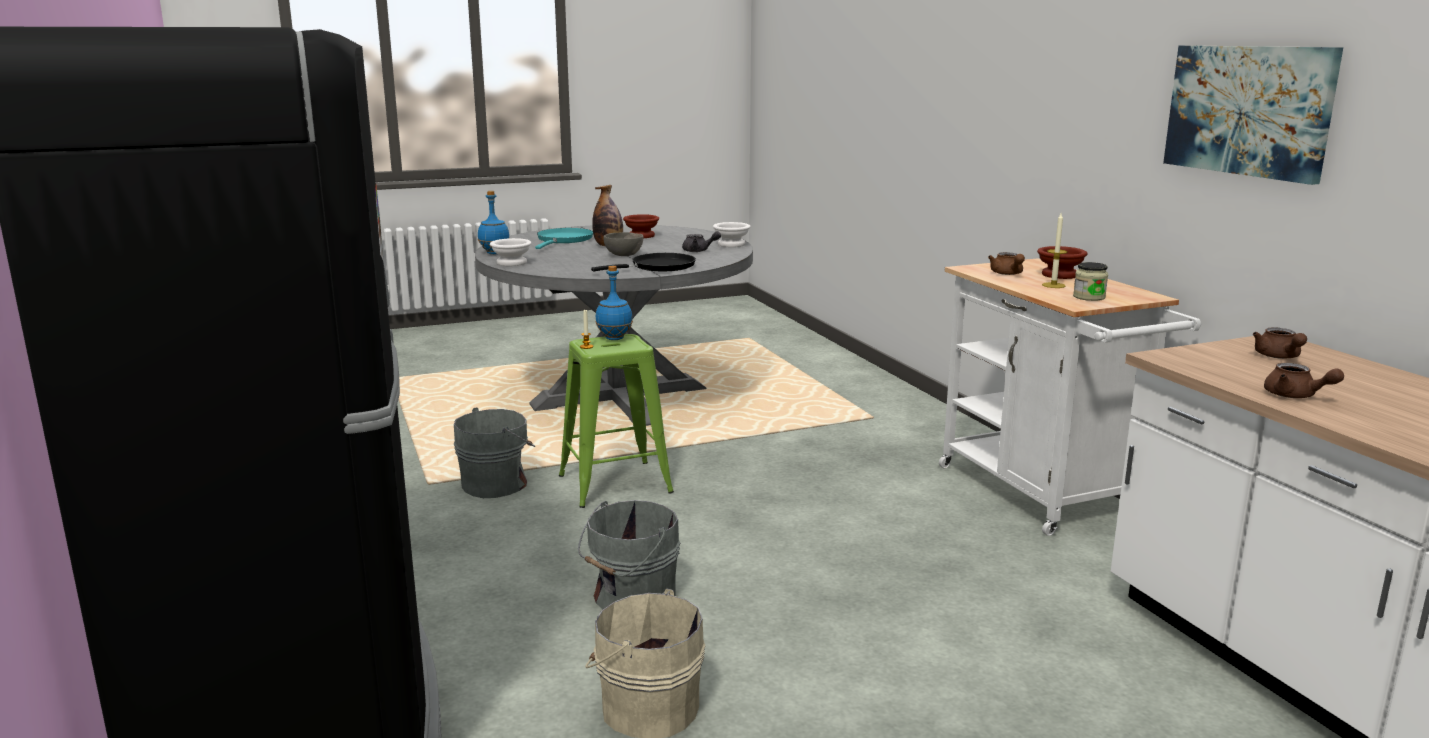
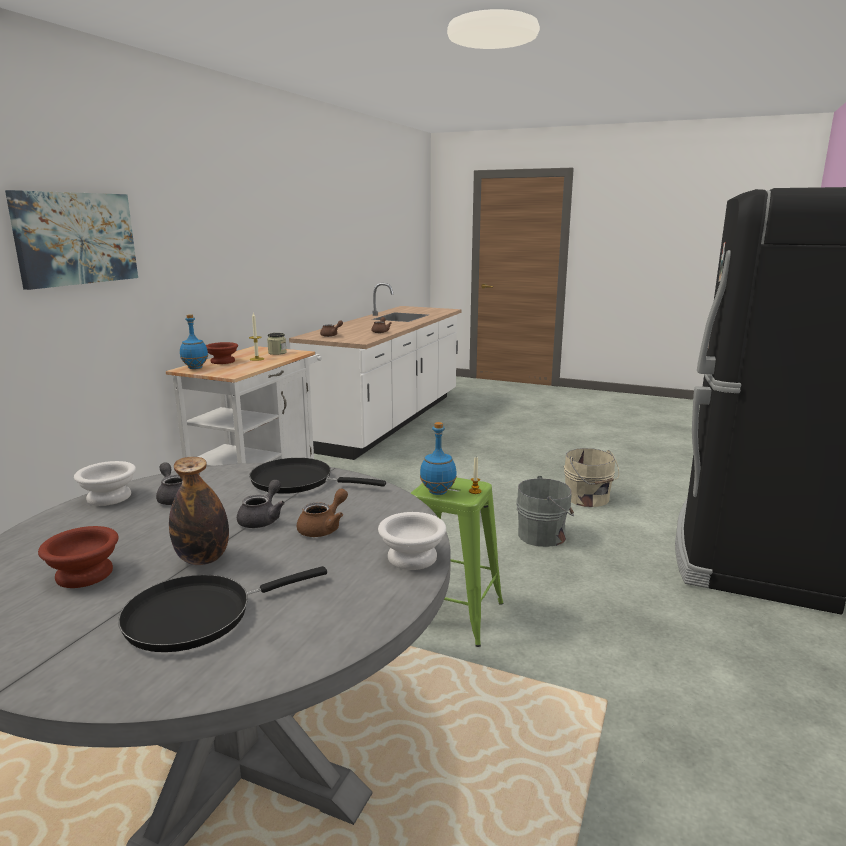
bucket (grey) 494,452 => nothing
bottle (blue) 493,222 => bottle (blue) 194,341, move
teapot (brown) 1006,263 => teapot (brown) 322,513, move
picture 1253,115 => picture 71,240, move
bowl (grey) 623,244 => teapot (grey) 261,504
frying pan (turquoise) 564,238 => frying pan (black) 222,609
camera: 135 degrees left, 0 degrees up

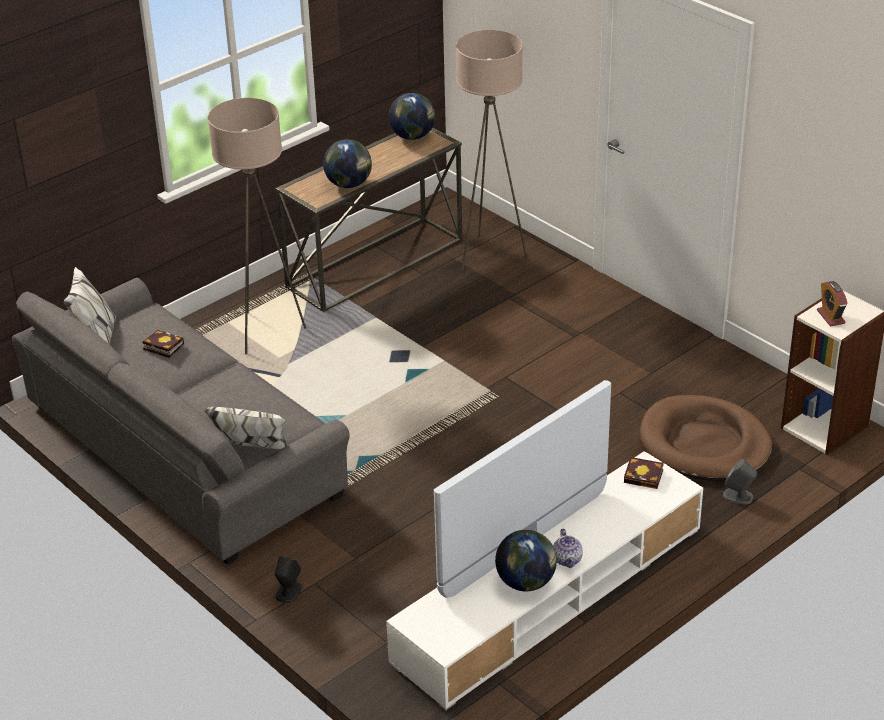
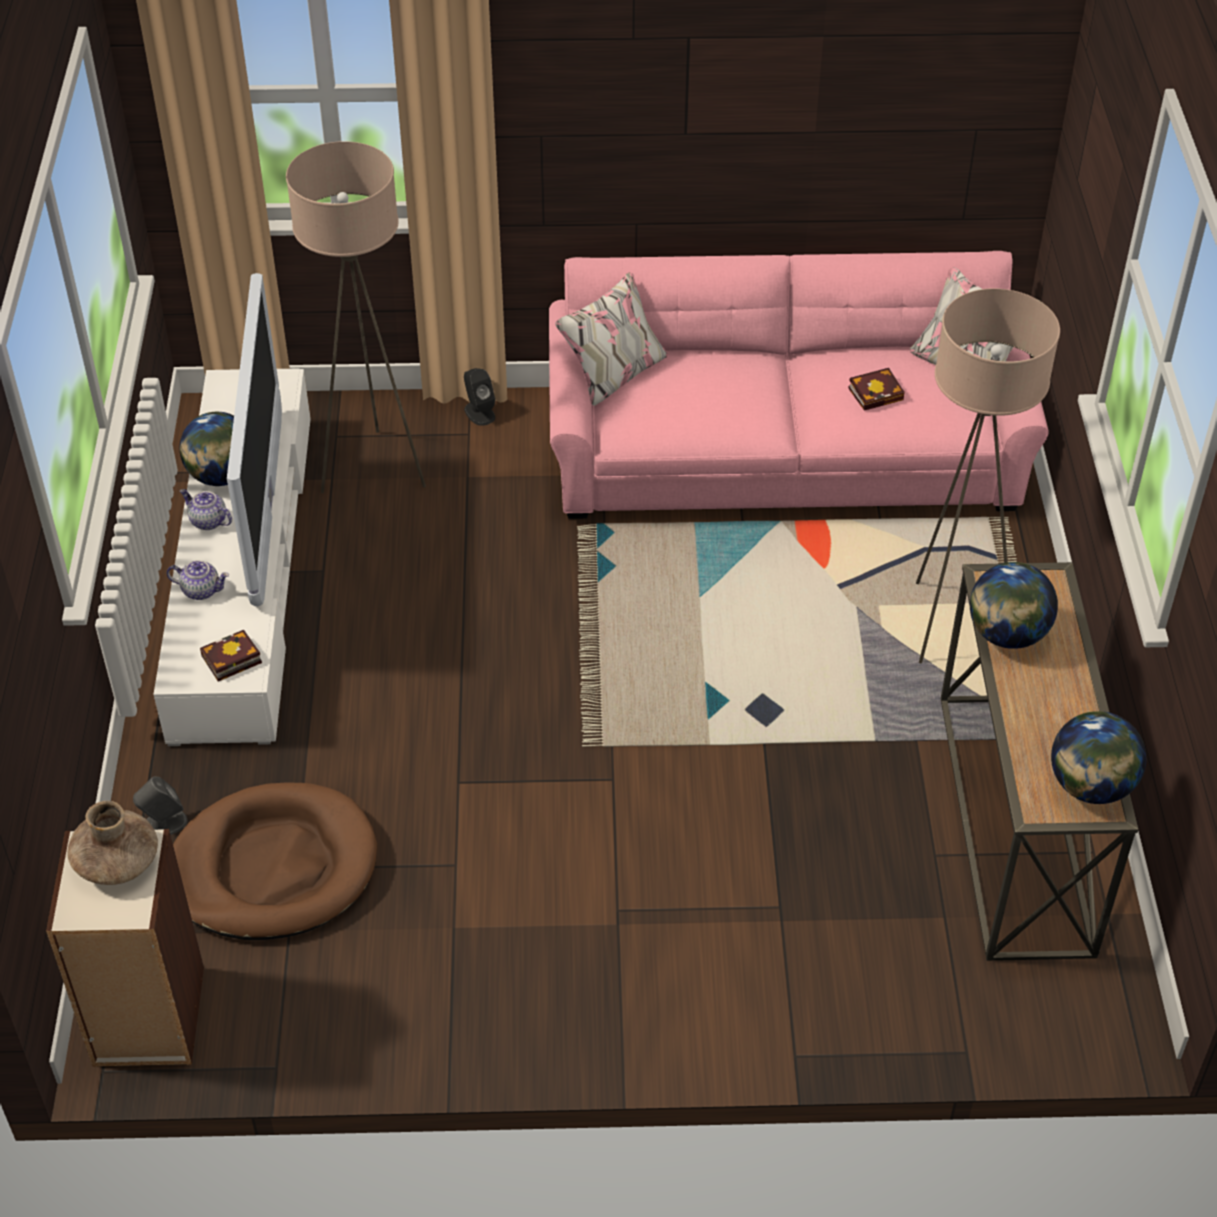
nothing => teapot 198,580
floor lamp (beige) 492,150 => floor lamp (beige) 356,317, move
alarm clock 832,304 => vase (brown) 112,843
sofa (grey) 181,416 => sofa (pink) 799,385
camera: 130 degrees right, 10 degrees up

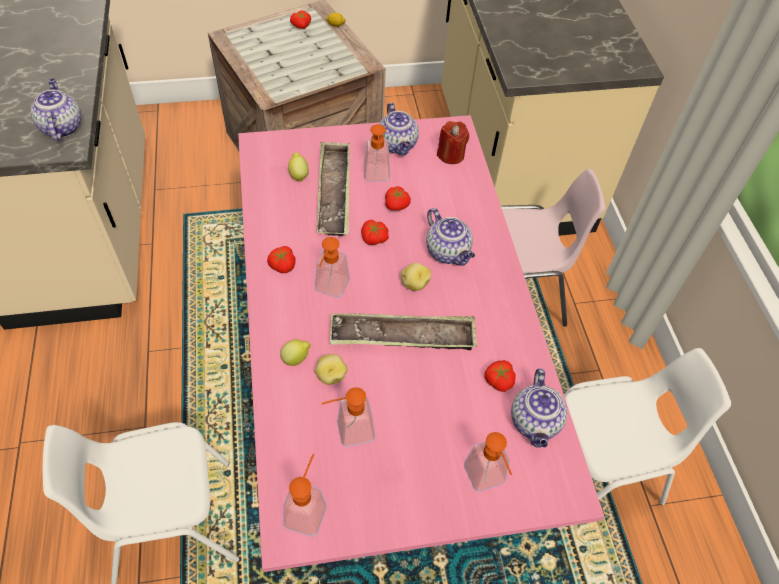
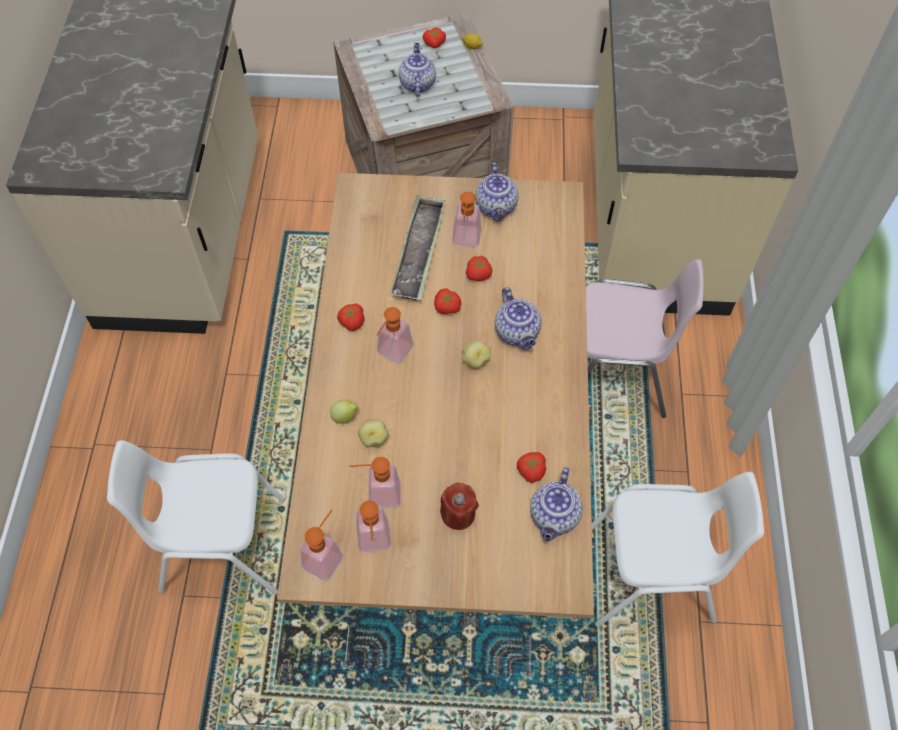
lemon 298,167 => nothing
tray 403,331 => nothing
teapot 56,109 => teapot 417,70, move
candle (red) 453,142 => candle (red) 459,506, move
soap dispenser 488,462 => soap dispenser 373,526, move
dining table (pink) 421,343 => dining table (brown) 435,395
camera: 15 degrees right, 5 degrees up

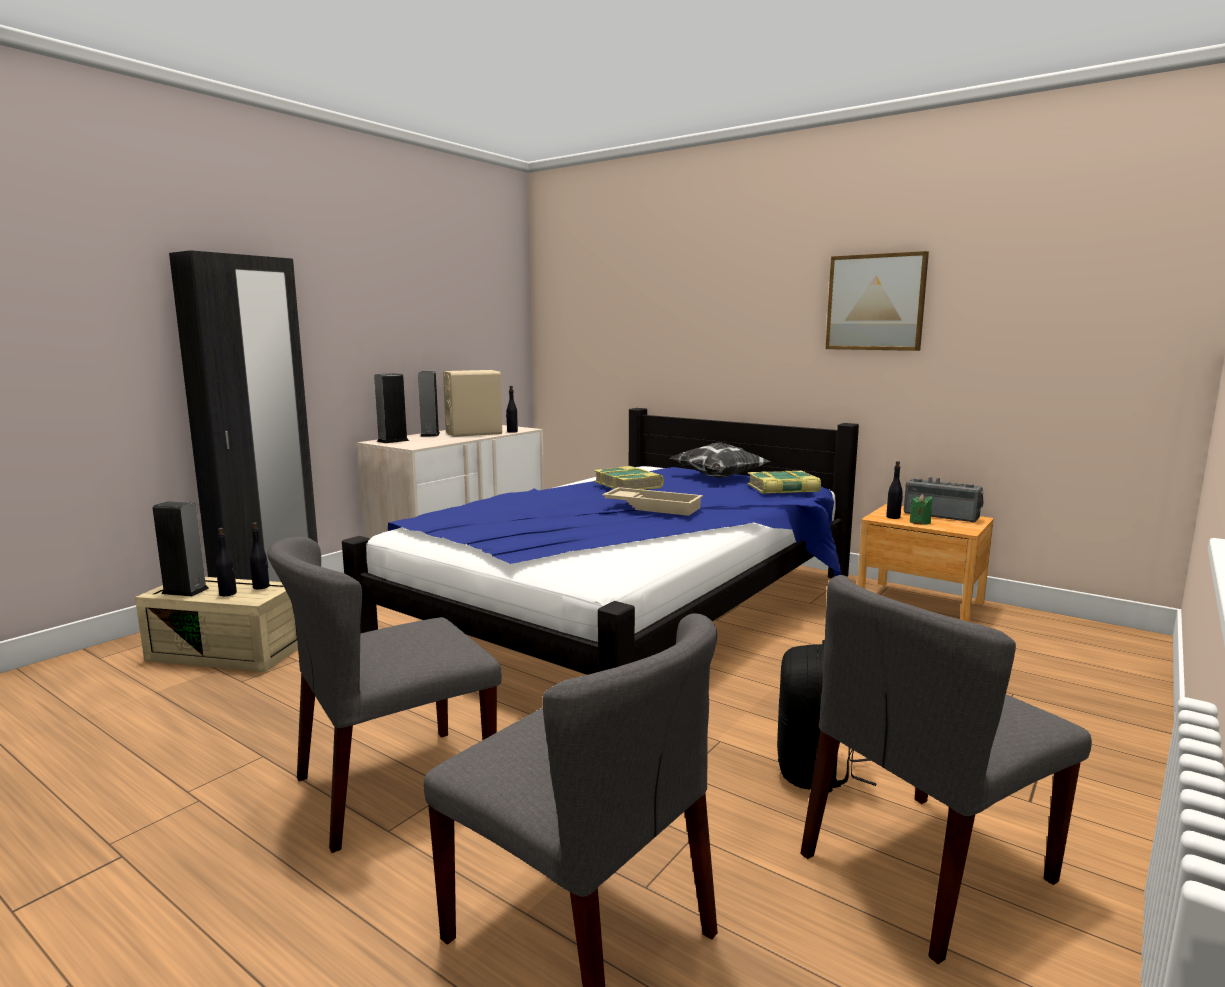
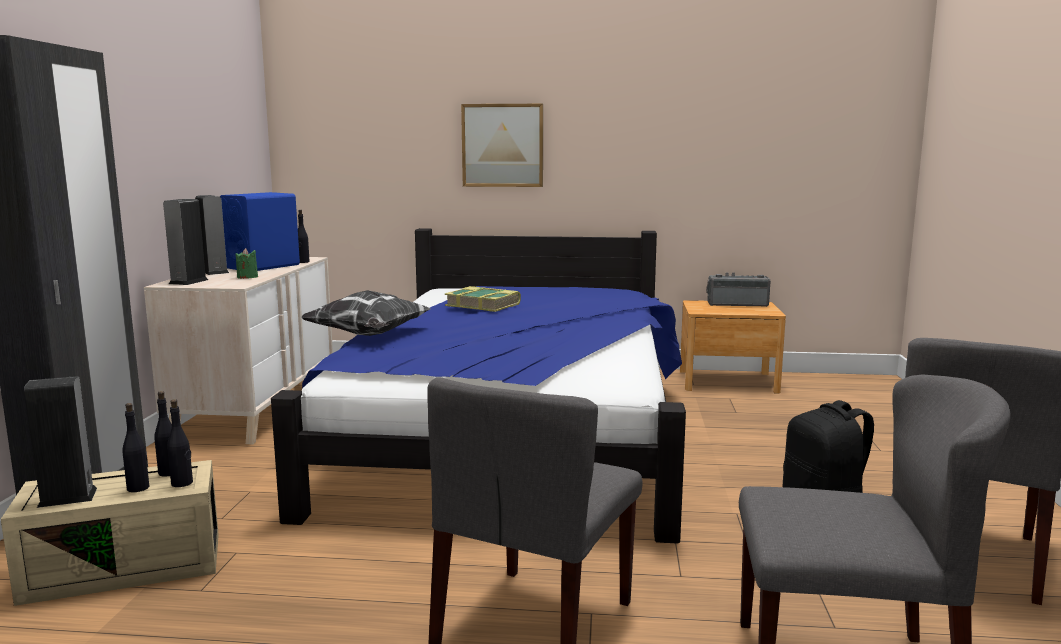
tray (beige) 652,501 => nothing
book 784,482 => nothing
pillow 719,460 => pillow 366,313, move
picture 877,301 => picture 502,145, move
bottle (black) 894,490 => bottle (black) 180,443, move
candle (green) 921,509 => candle (green) 247,263, move
speaker (beige) 472,403 => speaker (blue) 260,231
camera: 30 degrees left, 0 degrees up

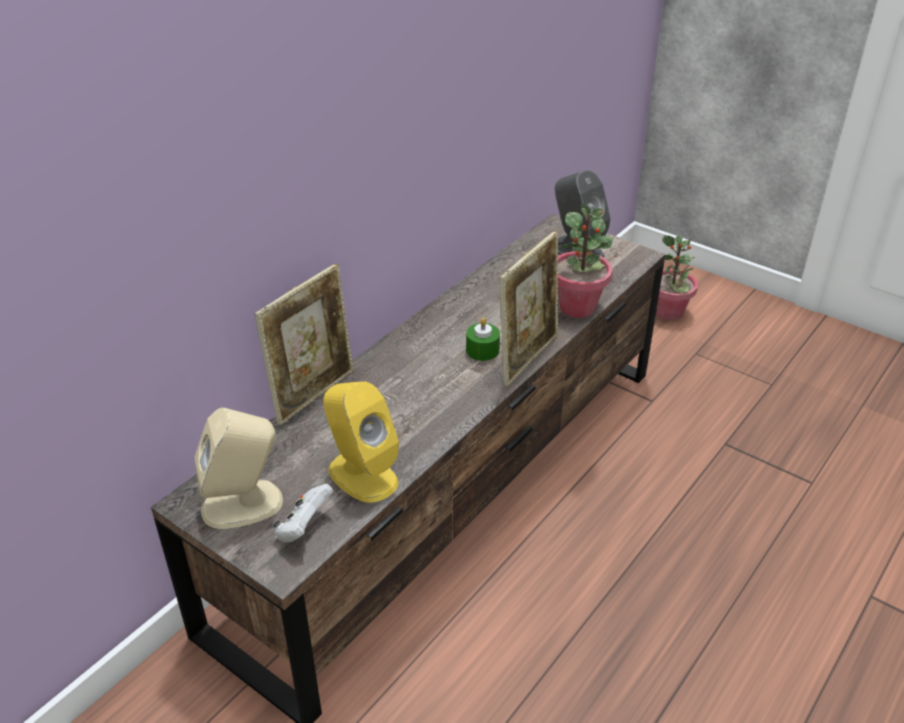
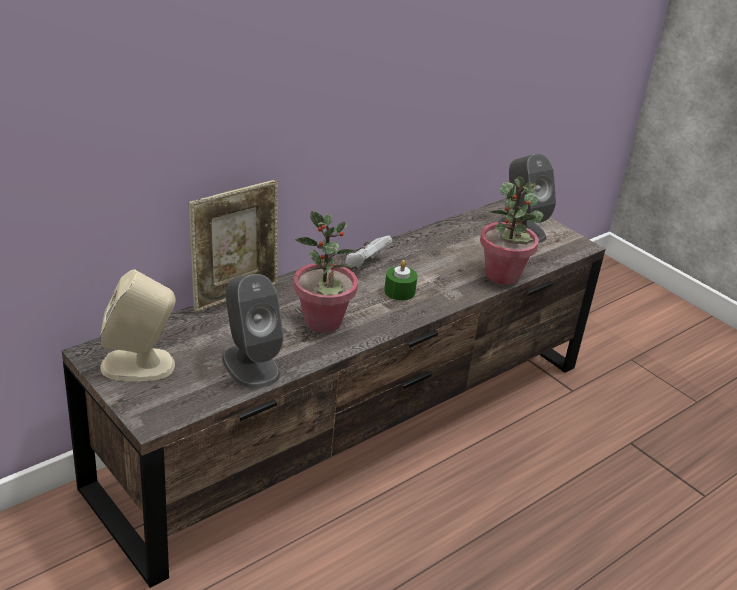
picture frame 529,308 => nothing
game controller (white) 303,512 => game controller (white) 368,252, move
potted plant 677,278 => potted plant 326,272, move
speaker (yellow) 361,442 => speaker (grey) 253,331
camera: 10 degrees right, 5 degrees down

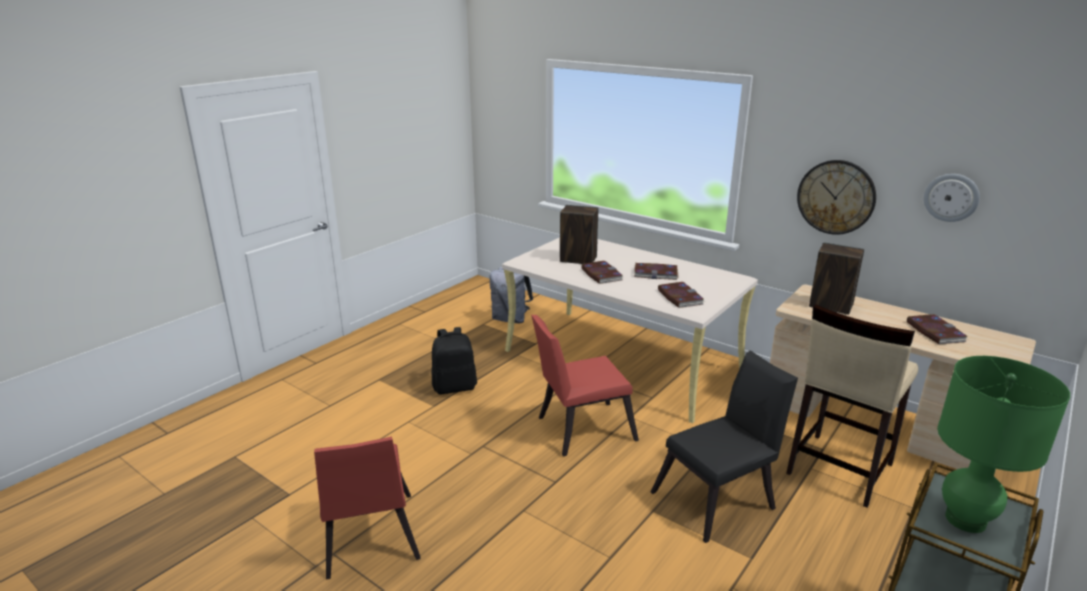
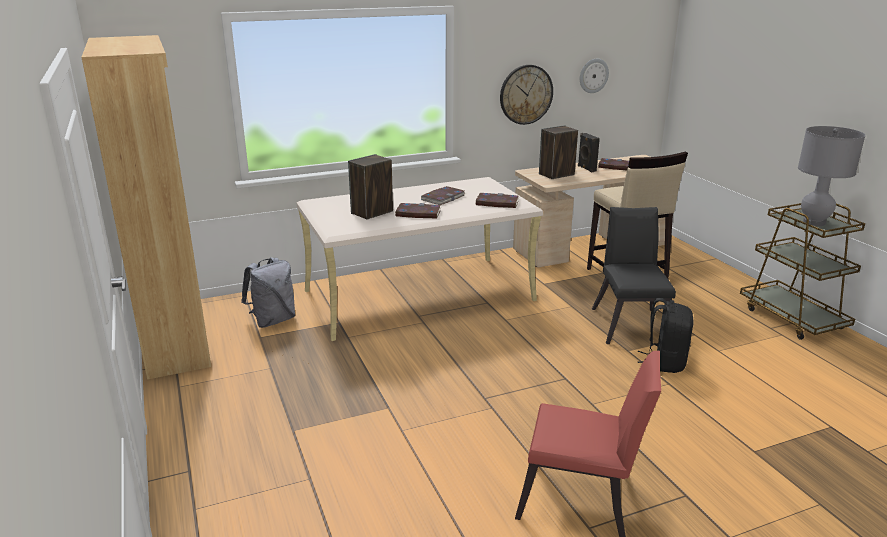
chair (red) 585,385 => nothing
nothing => bookcase (brown) 146,207
nothing => speaker (black) 589,152
backpack (black) 454,360 => backpack (black) 666,335, move
table lamp (green) 1003,444 => table lamp (grey) 831,176
camera: 60 degrees left, 0 degrees up

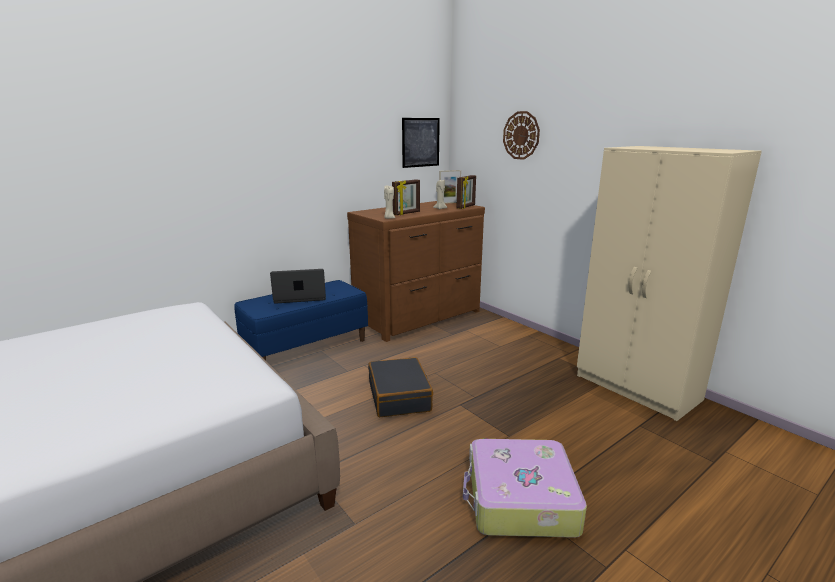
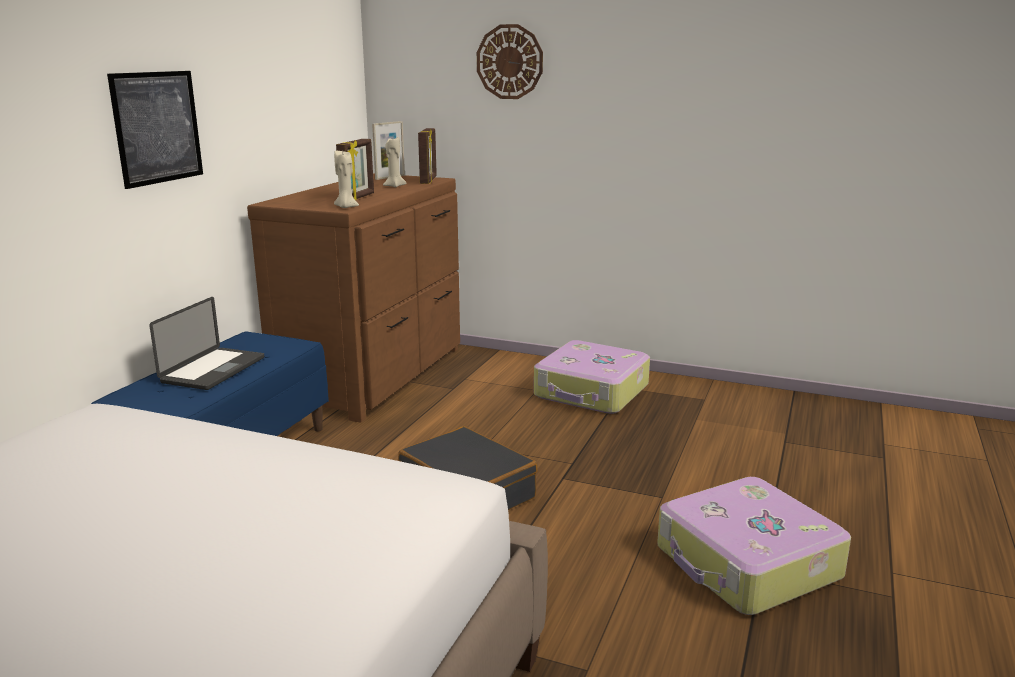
wardrobe (beige) 669,283 => nothing
nothing => suitcase 592,377
picture 421,143 => picture 155,130, move
laptop 298,286 => laptop 206,343, 150 degrees clockwise
camera: 30 degrees left, 0 degrees up

